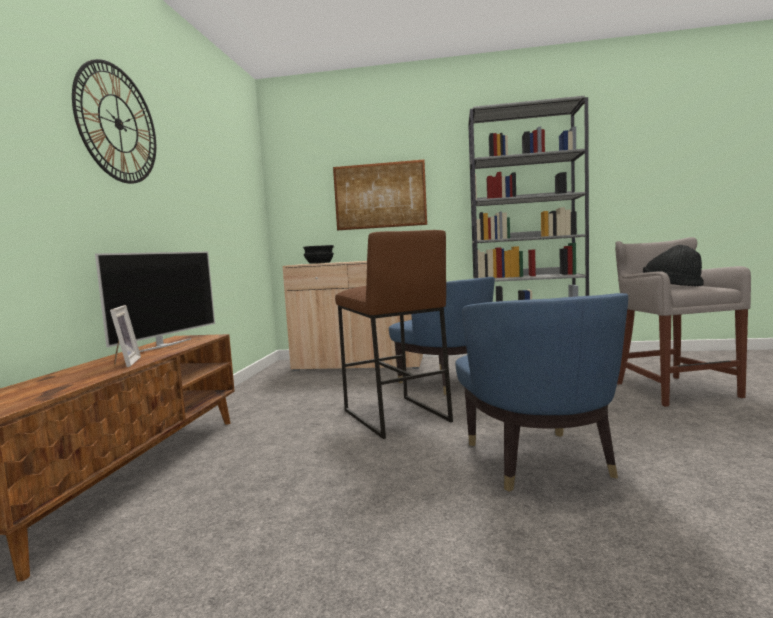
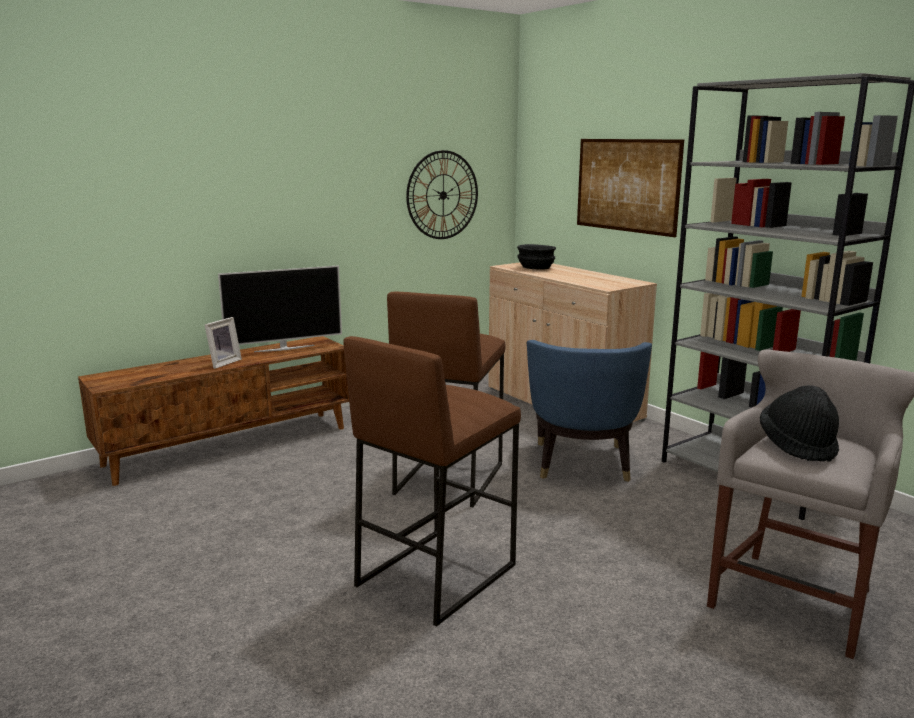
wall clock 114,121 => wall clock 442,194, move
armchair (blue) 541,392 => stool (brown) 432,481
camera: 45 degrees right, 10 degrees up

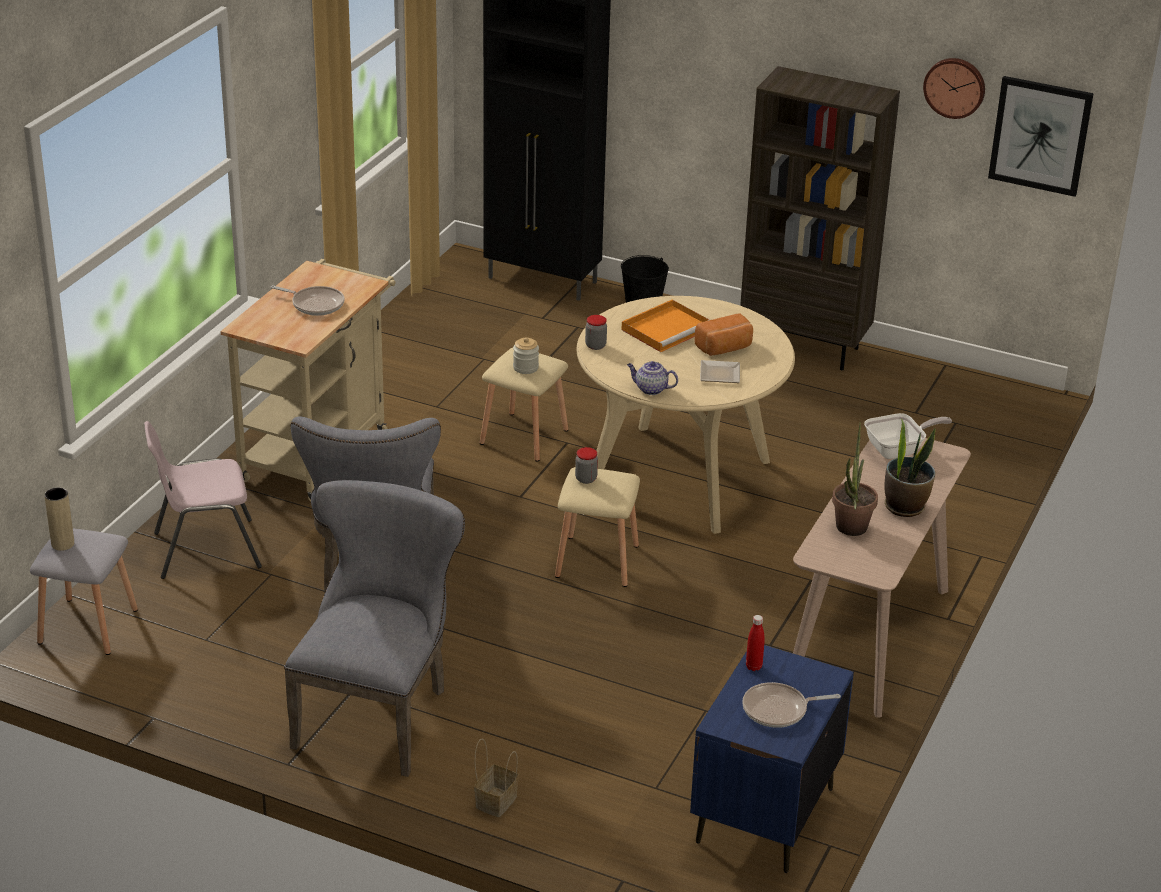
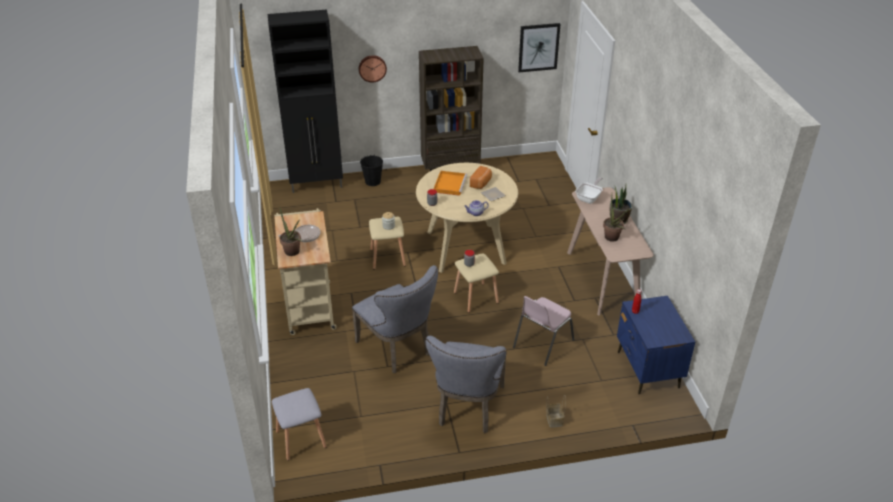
vase (beige) 59,519 => nothing
frying pan 791,705 => nothing
nothing => potted plant 290,232
chair (pink) 203,500 => chair (pink) 543,331, move
wall clock 954,88 => wall clock 373,68, move
chair (grey) 374,628 => chair (grey) 466,384, 150 degrees counterclockwise
camera: 35 degrees left, 5 degrees up

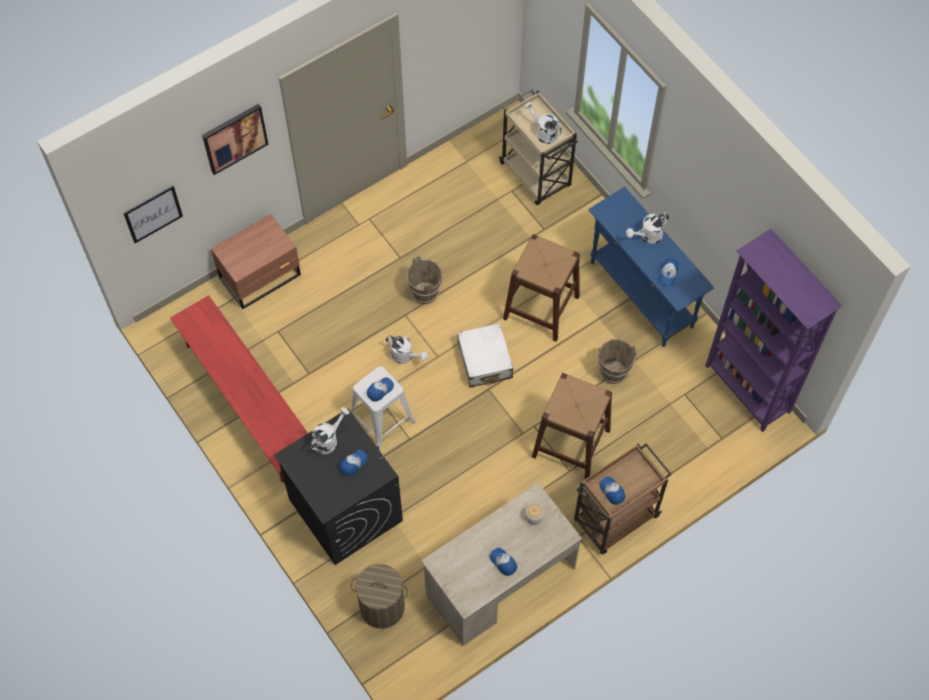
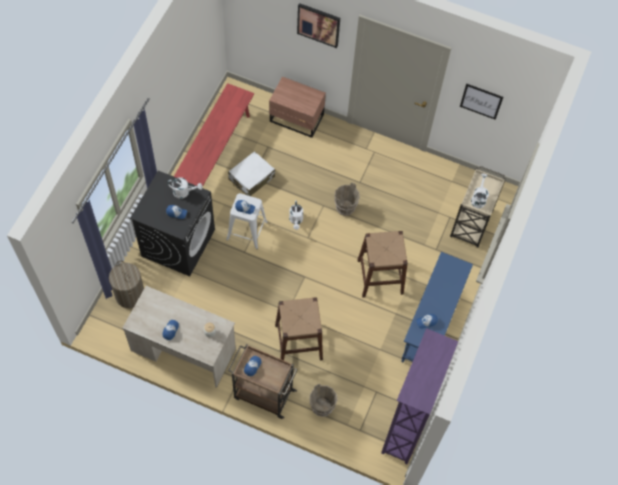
watering can (white) 647,228 => nothing
picture 153,214 => picture 481,101, move
suitcase (white) 485,355 => suitcase (white) 251,173, move
bucket (brown) 617,361 => bucket (brown) 323,400, move
camera: 55 degrees right, 0 degrees up

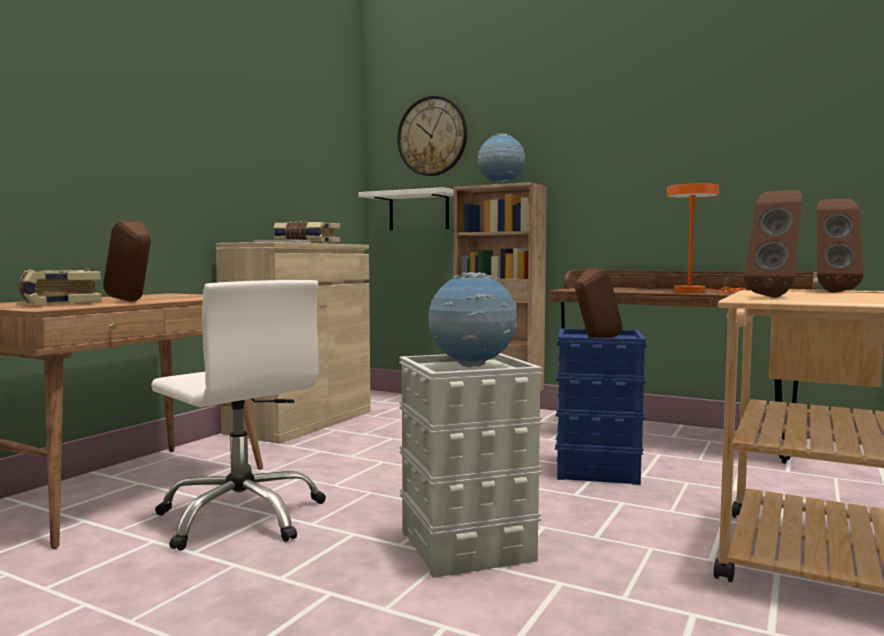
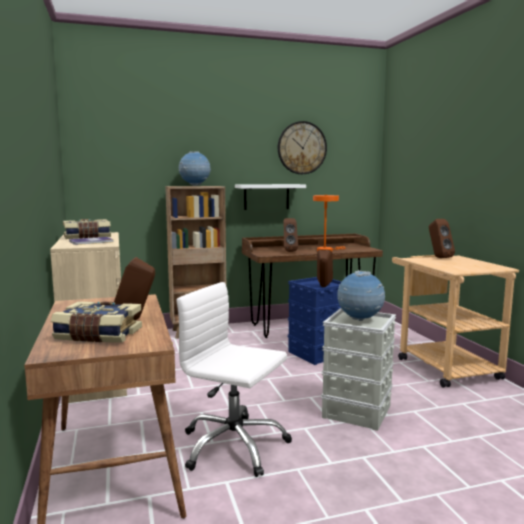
shelf (white) 406,208 => shelf (white) 270,197, move
wall clock 432,136 => wall clock 302,147, move
speaker (brown) 773,244 => speaker (brown) 291,235, move
office chair (white) 238,415 => office chair (white) 234,379, 150 degrees counterclockwise
camera: 45 degrees left, 5 degrees up

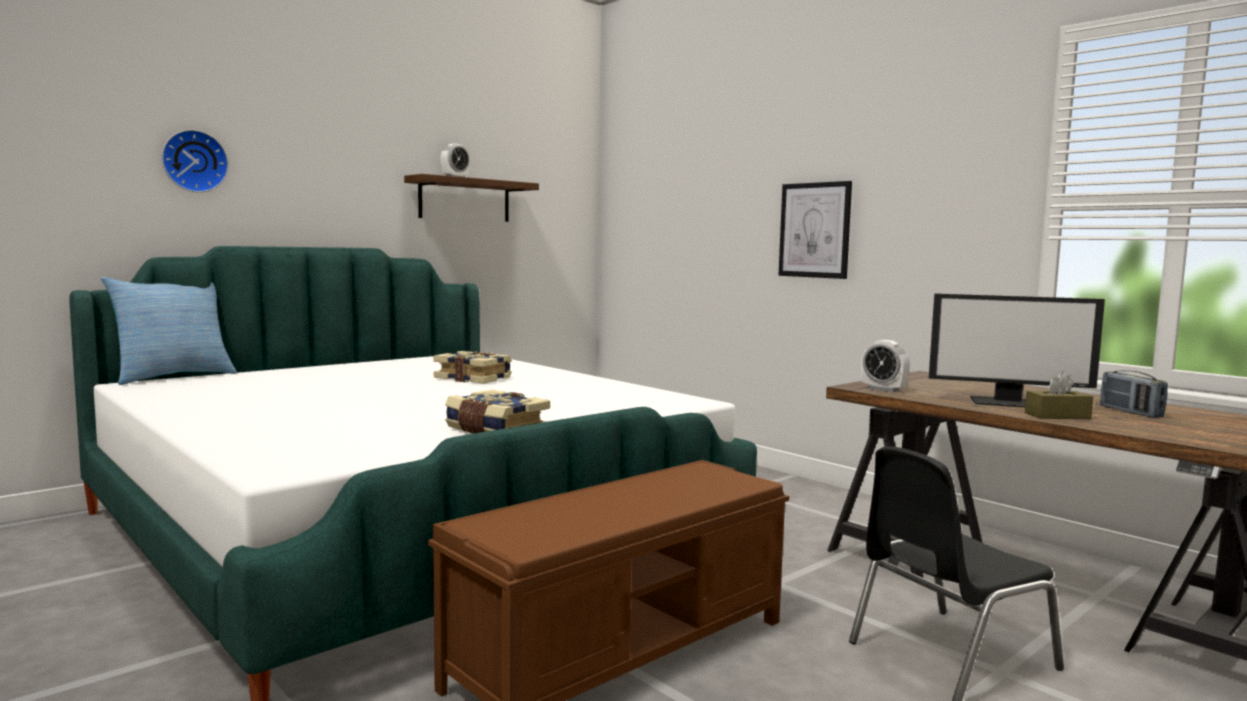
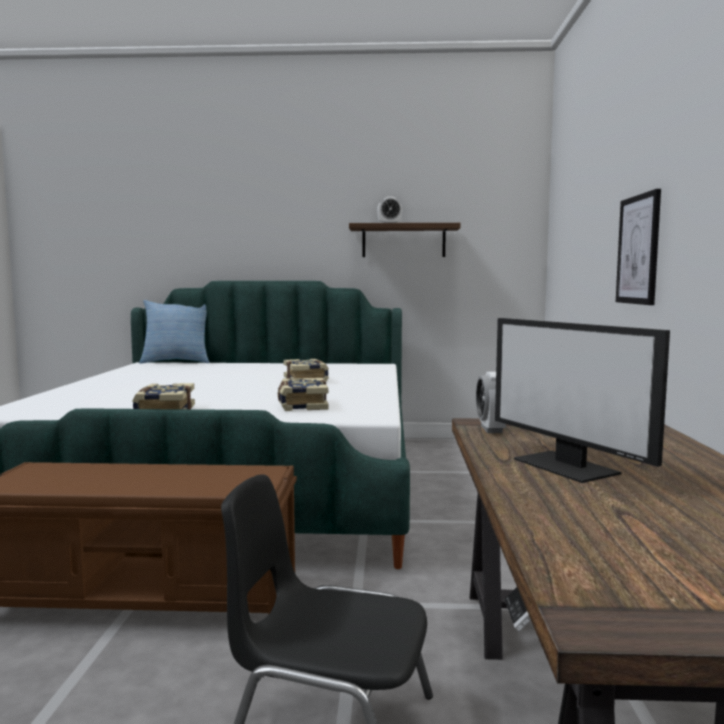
wall clock 195,161 => nothing
tissue box (brown) 1059,395 => nothing
radio 1134,394 => nothing
nothing => book 303,394
camera: 45 degrees right, 0 degrees up

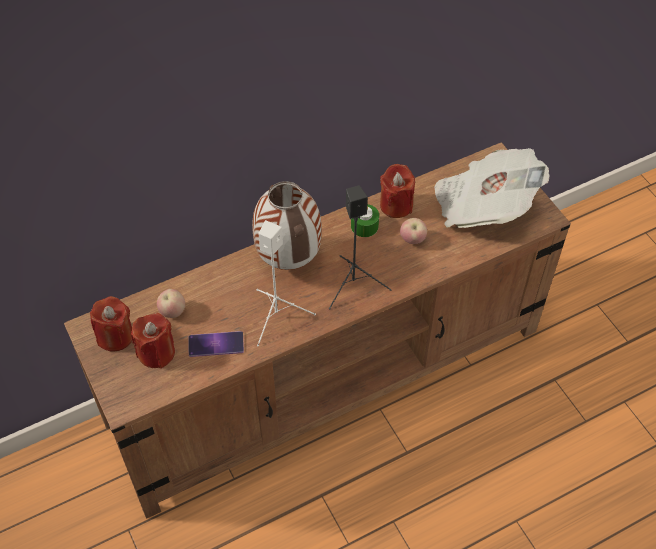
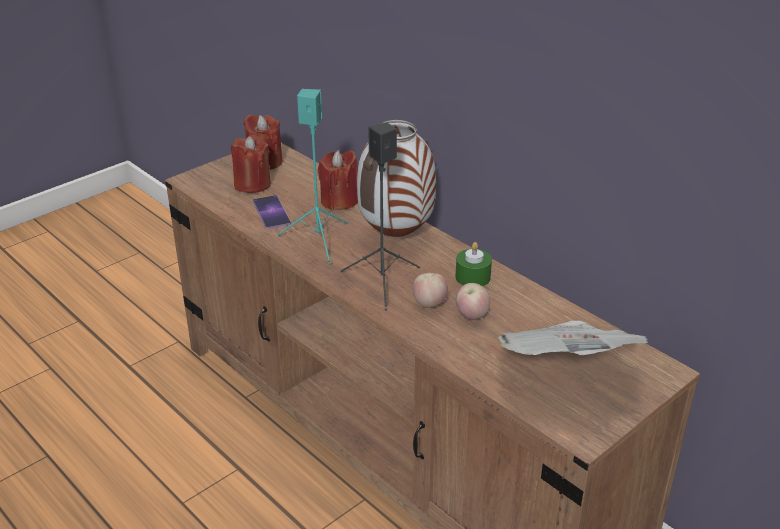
apple 171,303 => apple 430,290, move
candle (red) 397,191 => candle (red) 338,180, move
speaker (white) 286,283 => speaker (turquoise) 312,176
camera: 75 degrees right, 20 degrees down

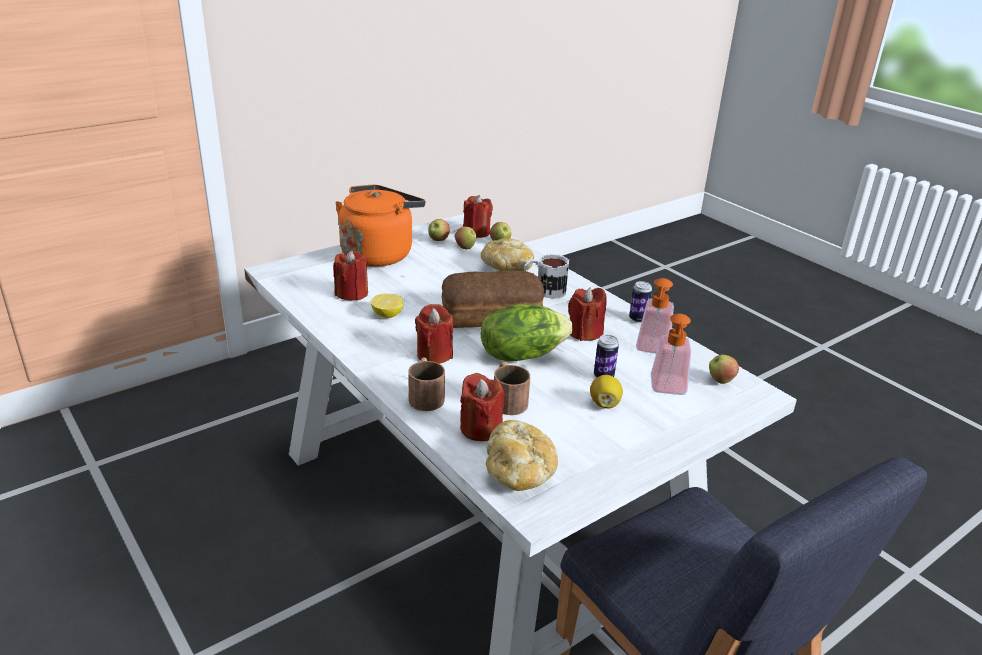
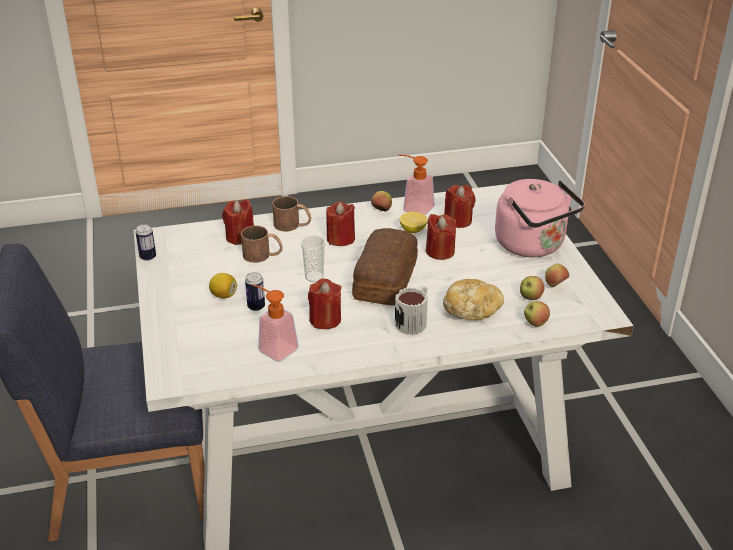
bread 522,455 => nothing
candle (red) 478,216 => candle (red) 441,237, move
can 640,302 => can 146,242, move
soap dispenser 671,354 => soap dispenser 417,184, move
apple 724,369 => apple 381,201, move
lettuce 526,332 => cup 313,258
kettle (orange) 380,225 => kettle (pink) 540,218
camera: 115 degrees right, 5 degrees up

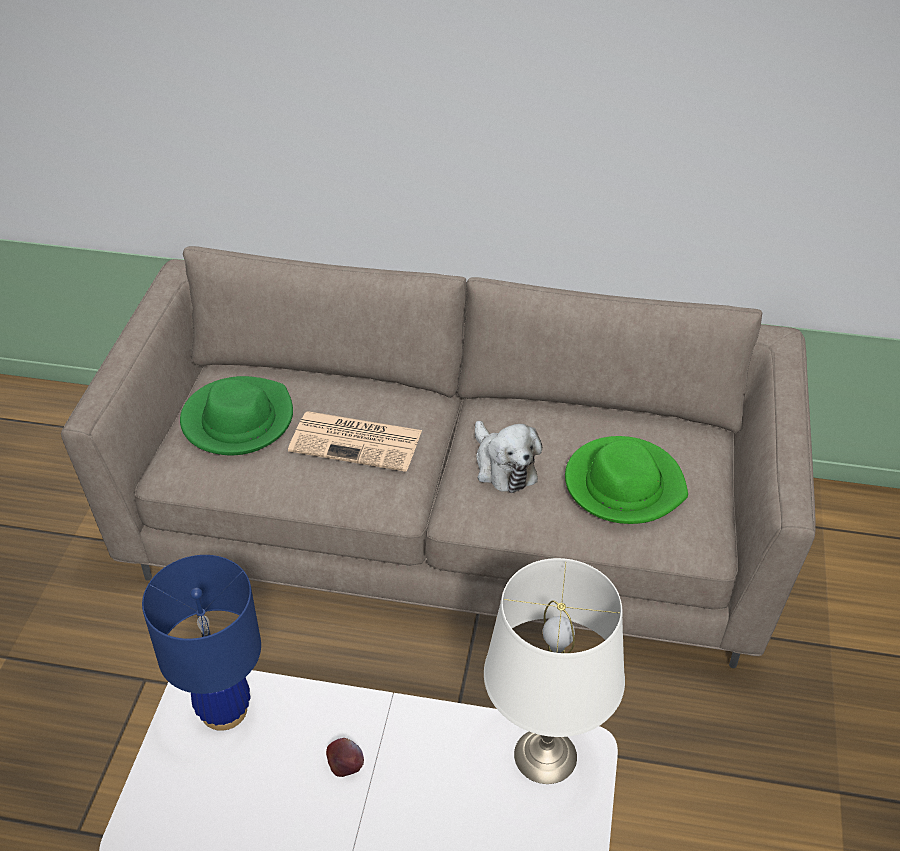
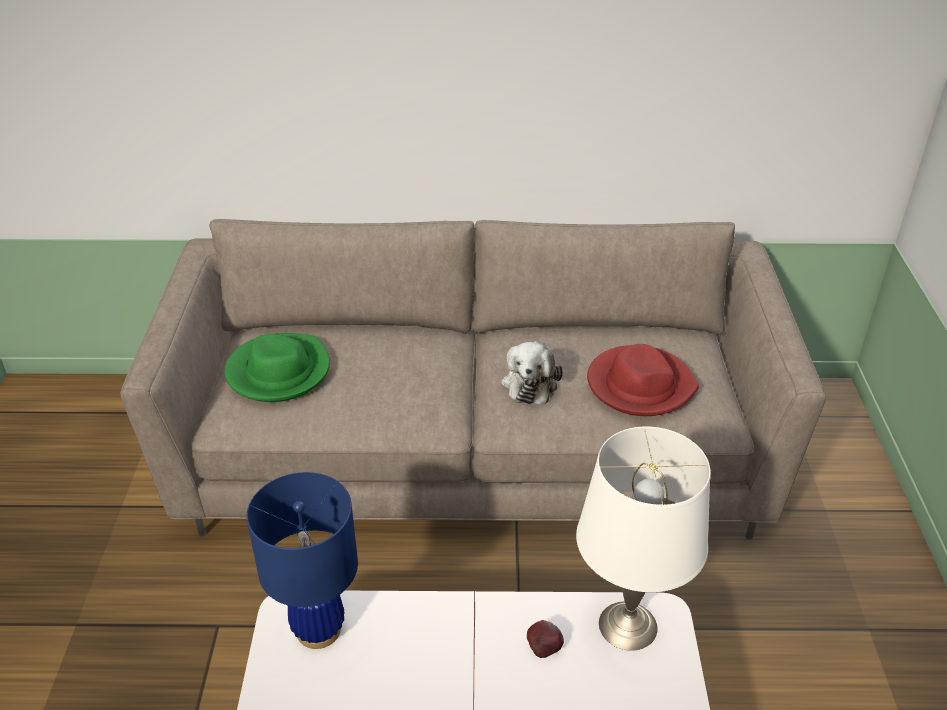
newspaper 355,442 => nothing
apple 345,757 => apple 545,639, move
hat (green) 626,480 => hat (red) 643,380
plush toy 508,457 => plush toy 532,373, 45 degrees clockwise
camera: 10 degrees left, 5 degrees down

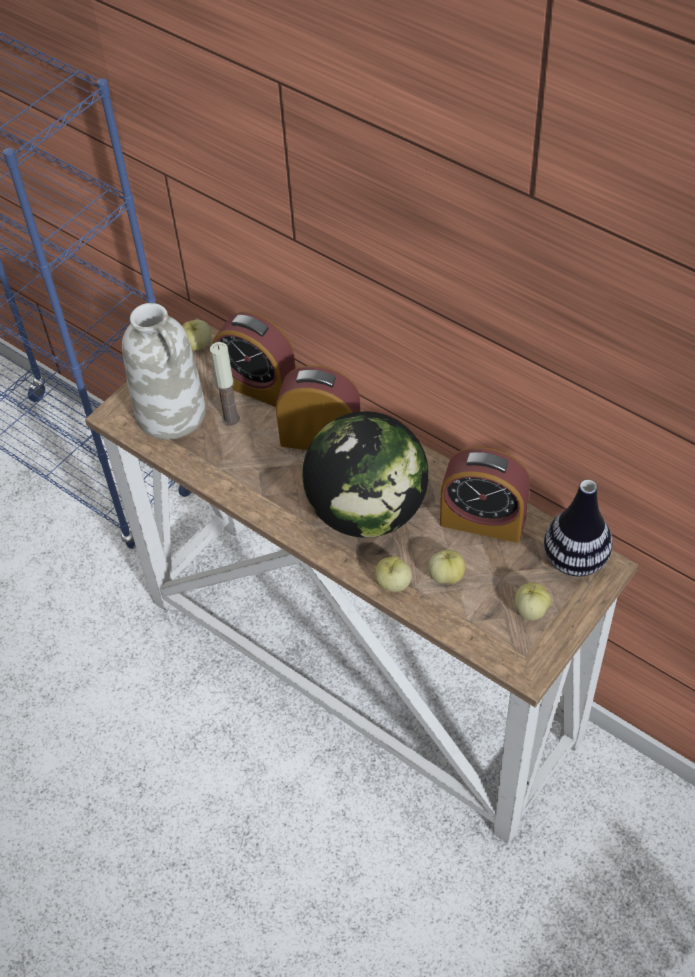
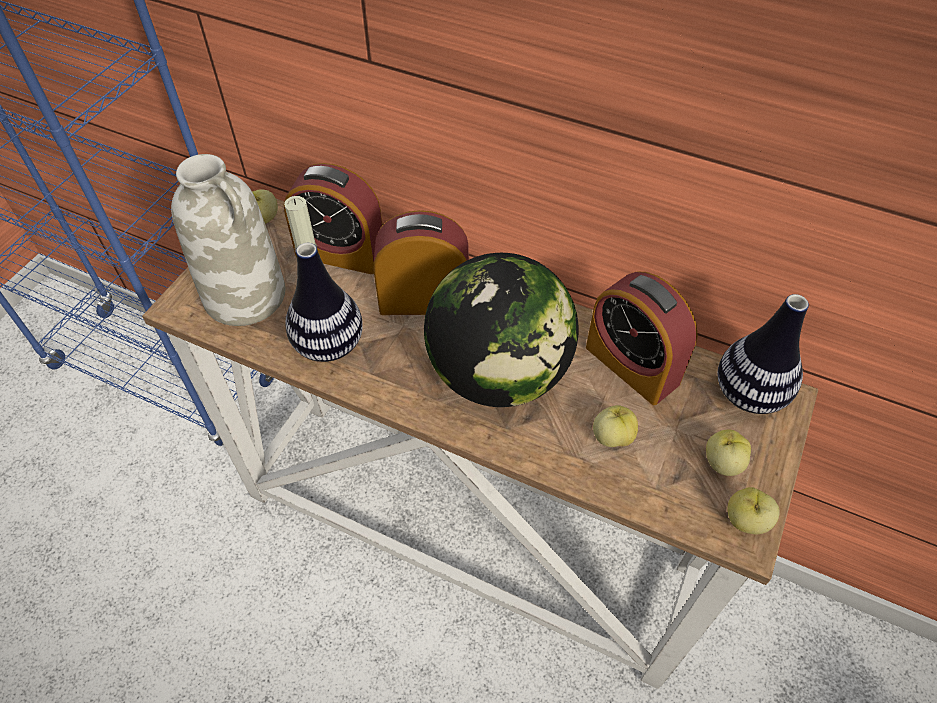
nothing => vase 324,302
apple 393,574 => apple 754,511, move
alarm clock 485,495 => alarm clock 642,338, 45 degrees clockwise
camera: 15 degrees left, 0 degrees up

